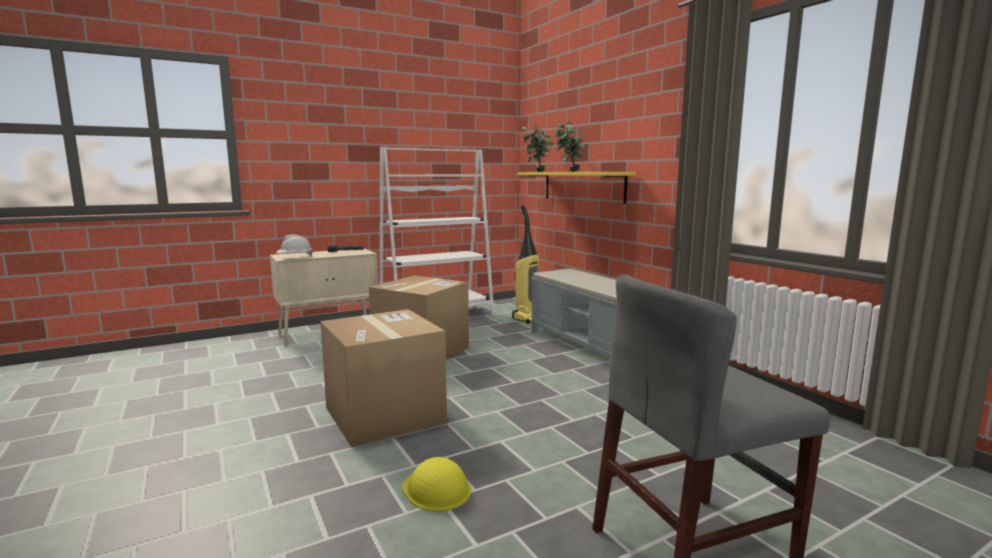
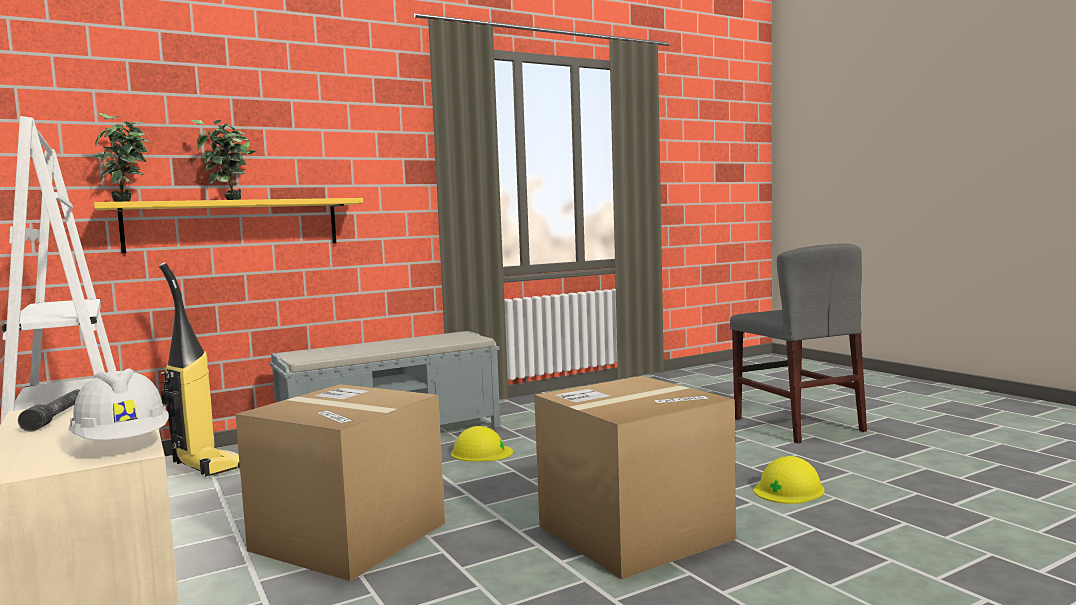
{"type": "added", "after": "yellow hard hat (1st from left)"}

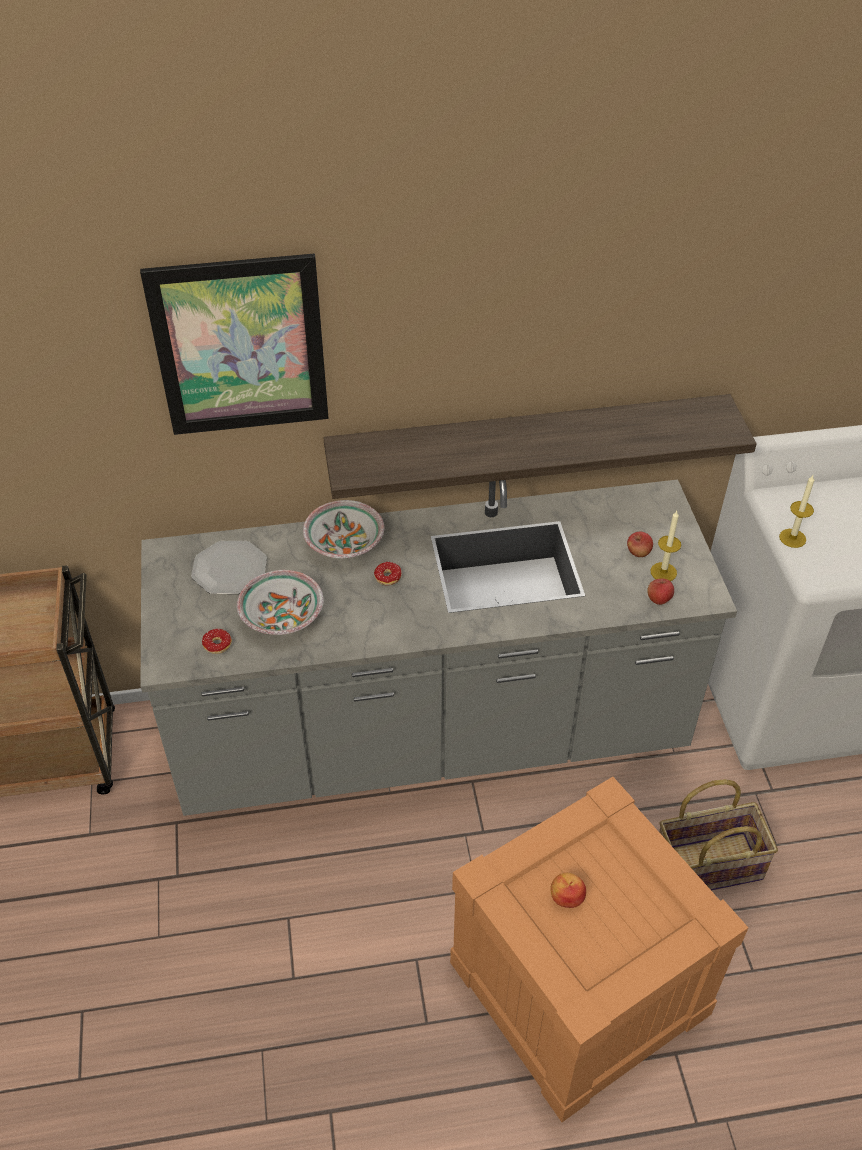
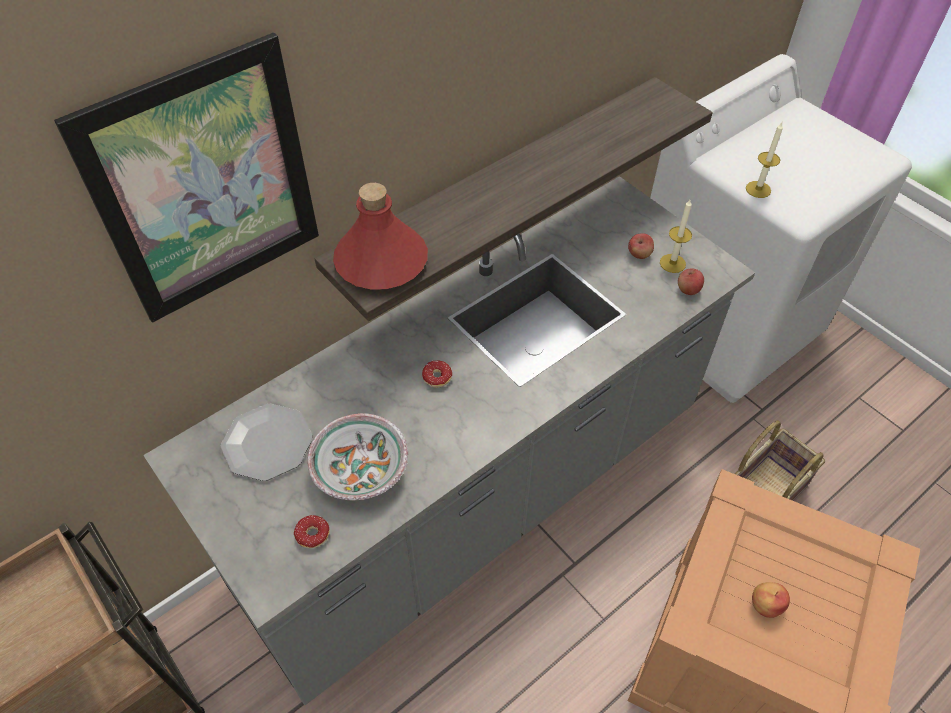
{"type": "removed", "before": "bowl (2nd from left)"}
{"type": "added", "after": "red bottle"}

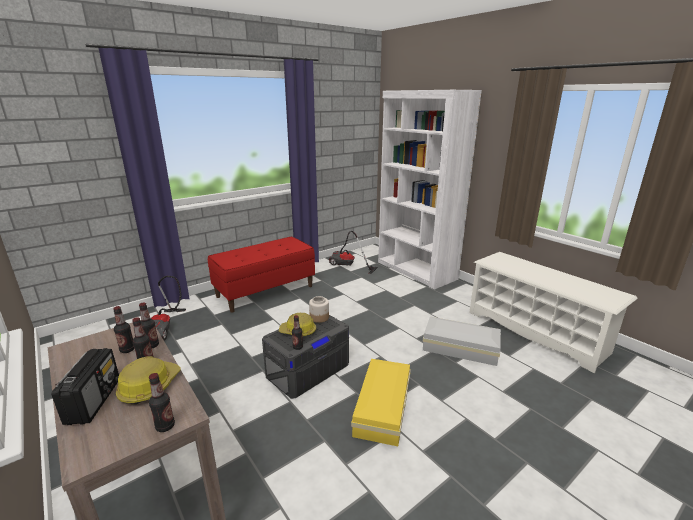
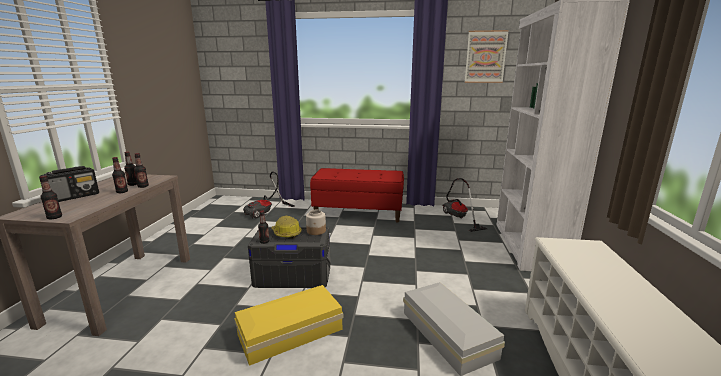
{"type": "removed", "before": "hard hat (1st from left)"}
{"type": "added", "after": "picture"}

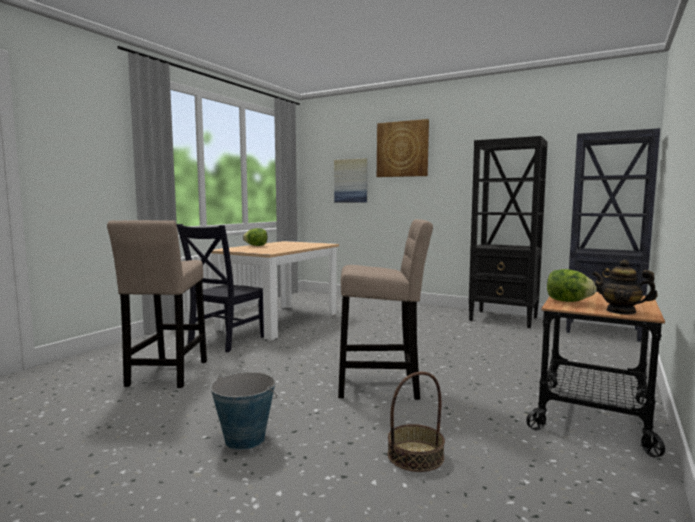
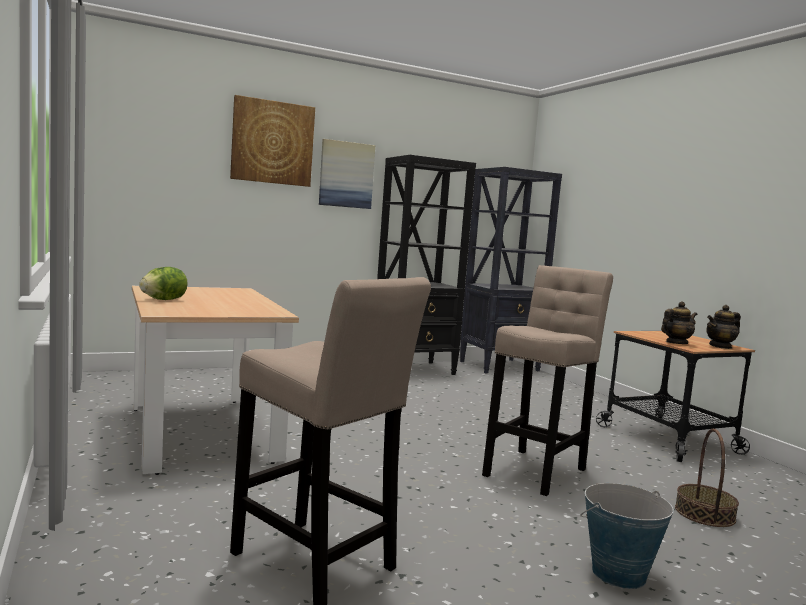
{"type": "removed", "before": "black chair"}
{"type": "moved", "before": "picture (1st from left in the first image)", "after": "picture (2nd from left)"}
{"type": "replaced", "before": "lettuce (2nd from left)", "after": "teapot (1st from left)"}

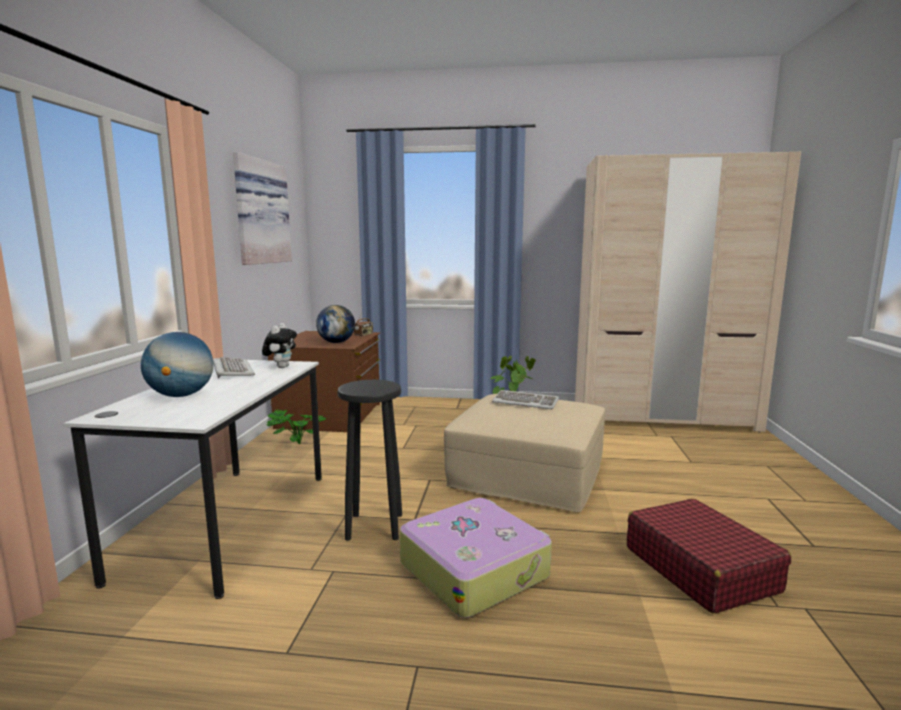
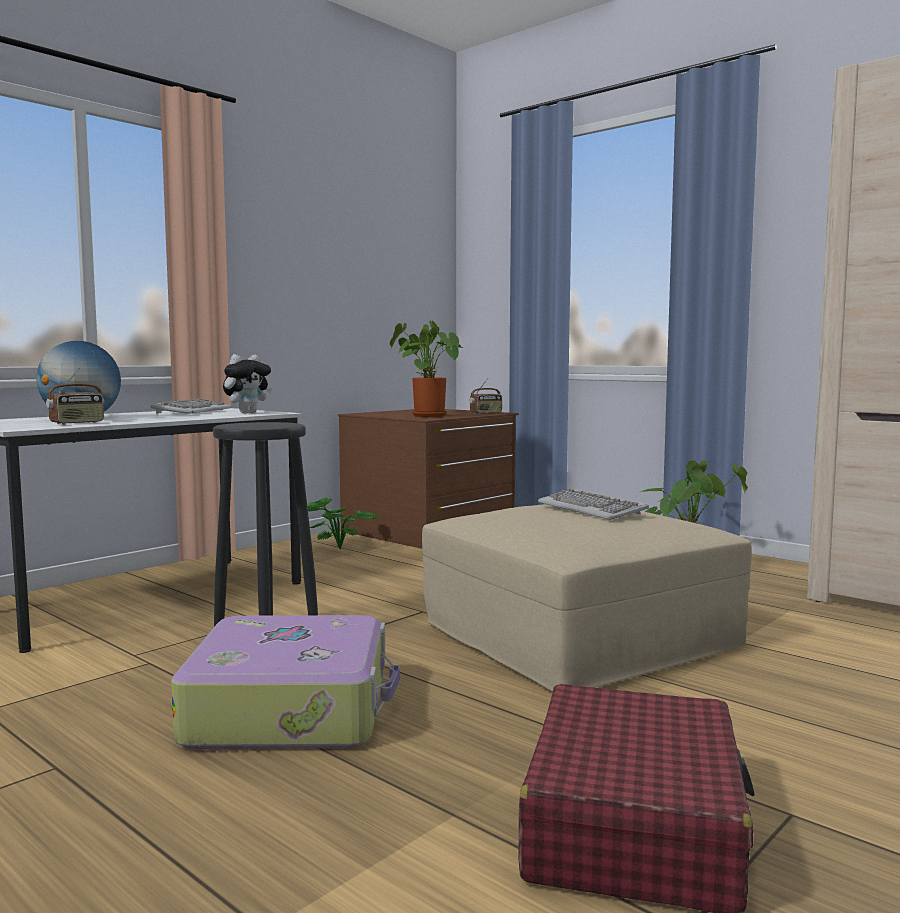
{"type": "removed", "before": "picture"}
{"type": "added", "after": "radio (1st from left)"}
{"type": "replaced", "before": "globe (2nd from left)", "after": "potted plant (2nd from left)"}

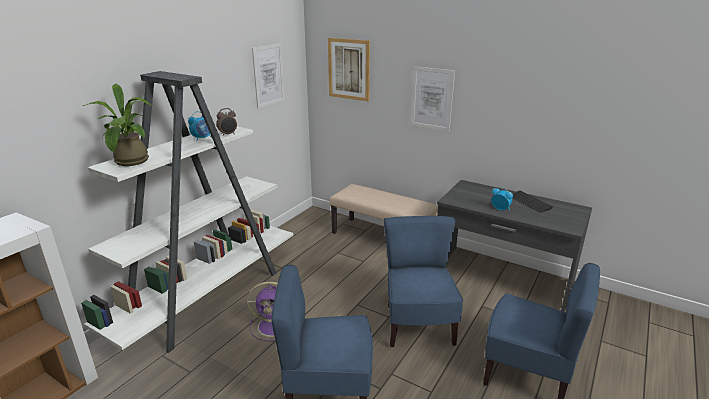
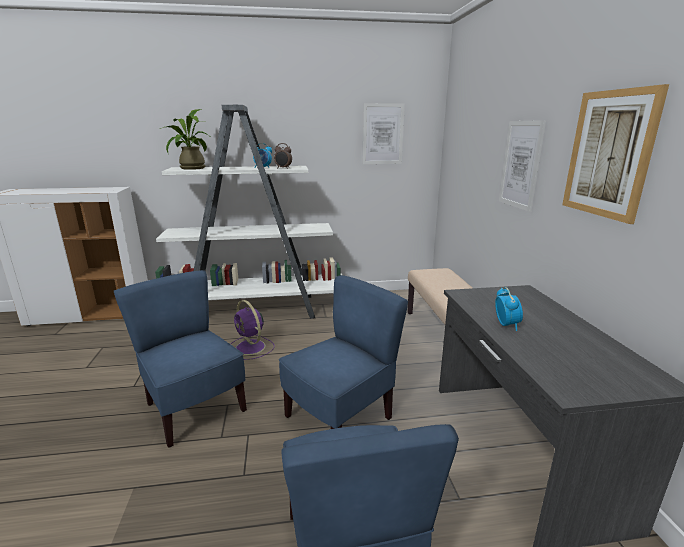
{"type": "removed", "before": "keyboard"}
{"type": "moved", "before": "picture (2nd from left in the first image)", "after": "picture (3rd from left)"}

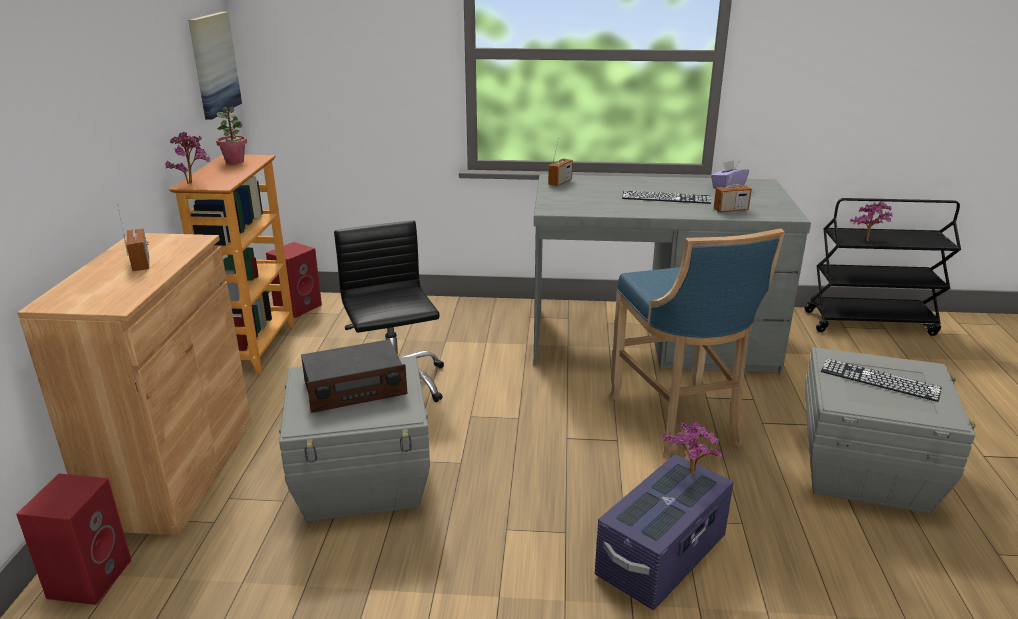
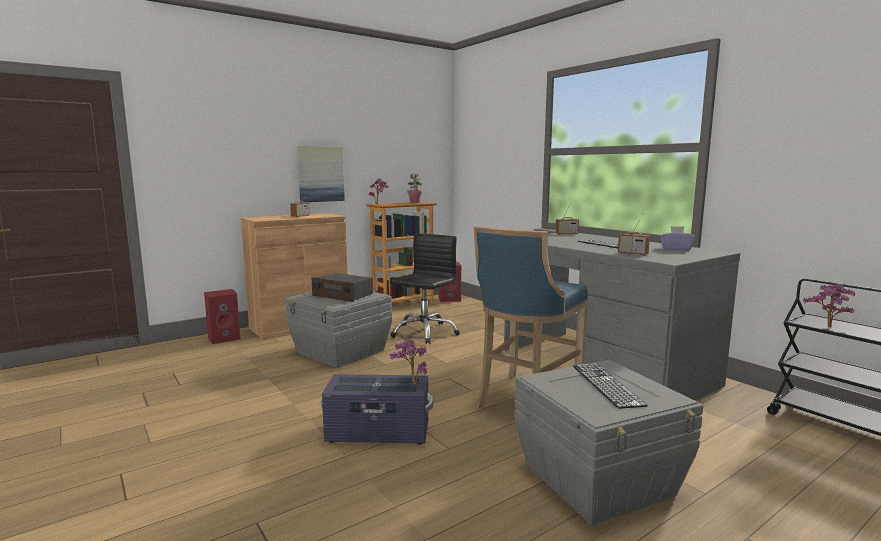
{"type": "moved", "before": "picture"}

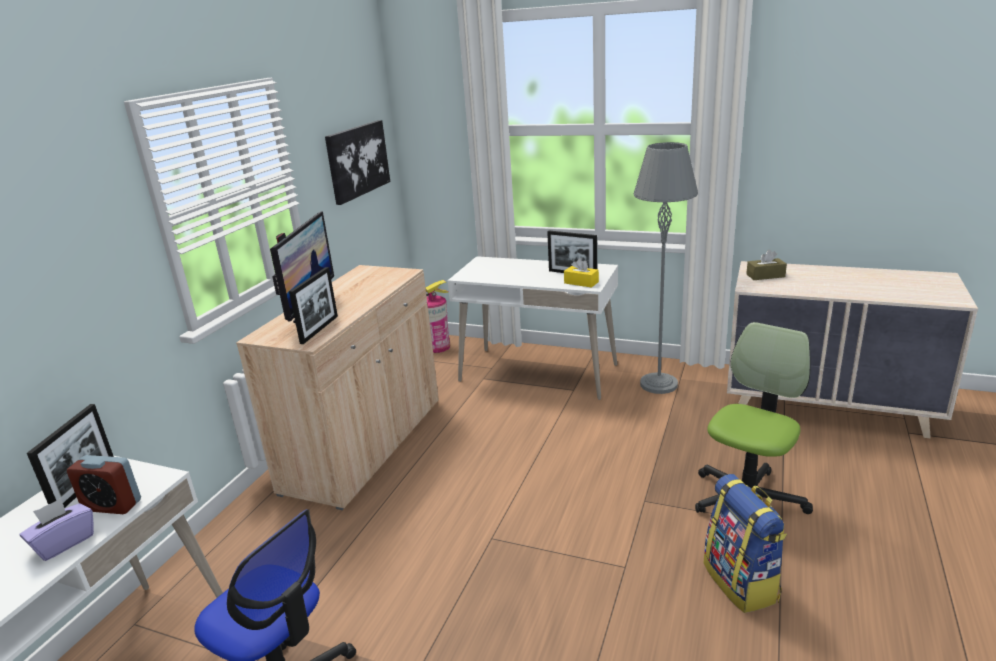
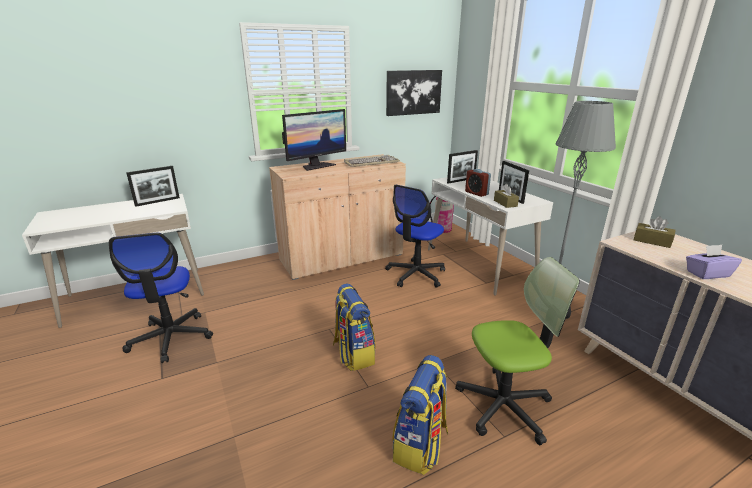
{"type": "added", "after": "backpack (1st from left)"}
{"type": "added", "after": "keyboard"}
{"type": "added", "after": "office chair (2nd from left)"}
{"type": "moved", "before": "purple tissue box"}
{"type": "moved", "before": "alarm clock"}
{"type": "moved", "before": "picture frame (2nd from left)"}
{"type": "recoloured", "before": "yellow tissue box", "after": "brown tissue box (1st from left)"}

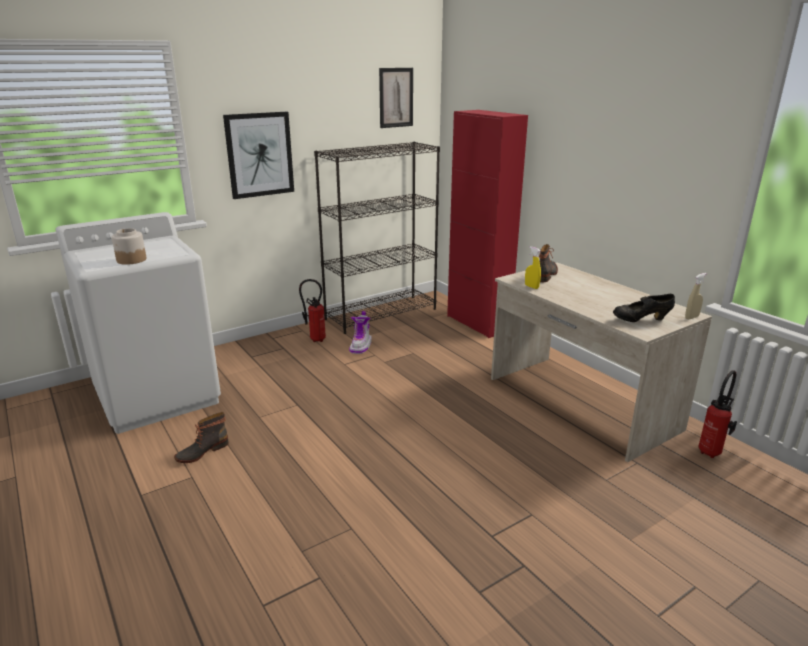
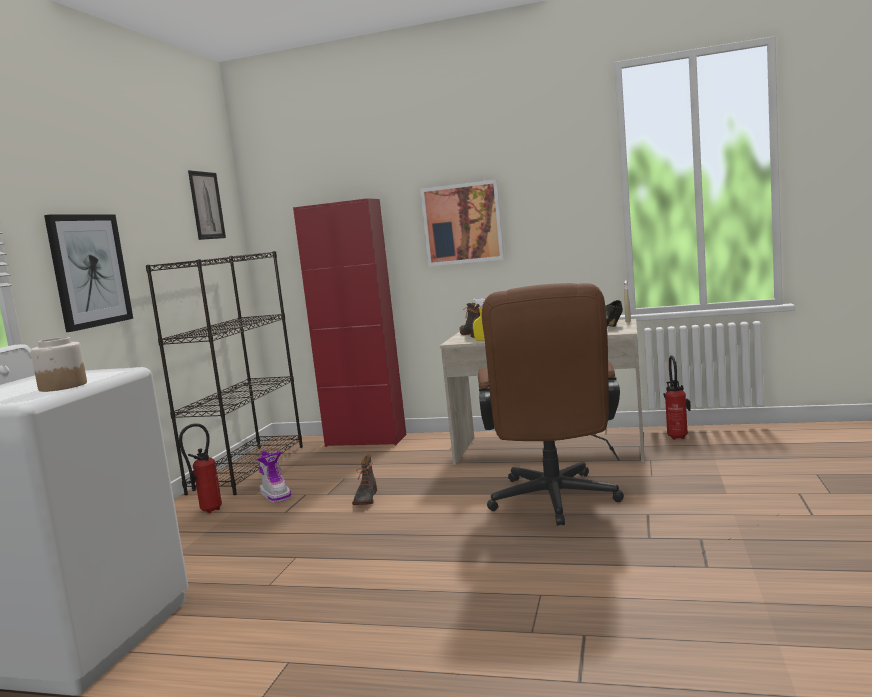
{"type": "added", "after": "picture (3rd from left)"}
{"type": "added", "after": "brown office chair"}
{"type": "moved", "before": "boot (1st from left in the first image)", "after": "boot (2nd from left)"}

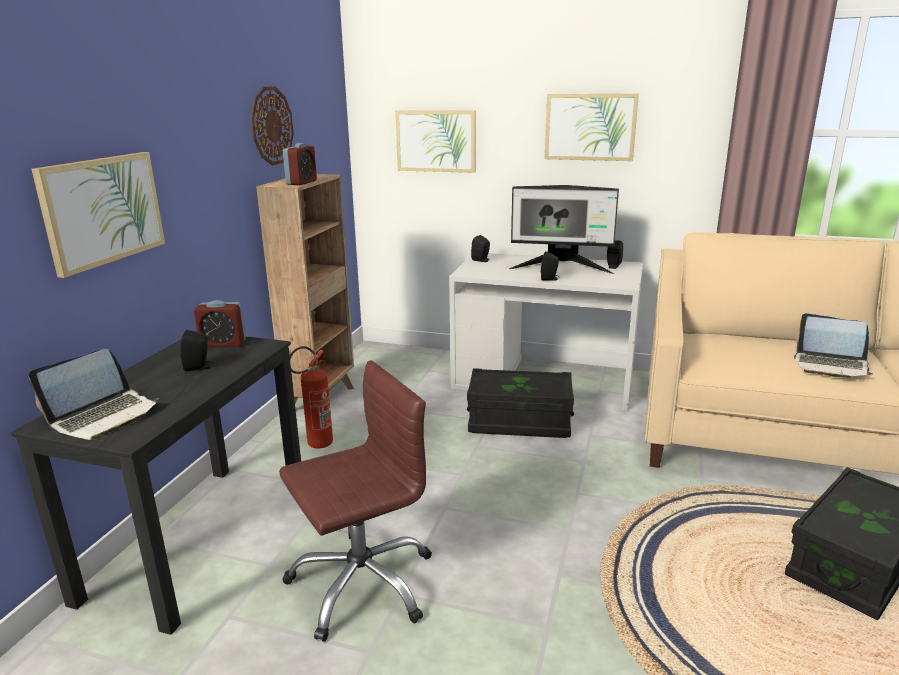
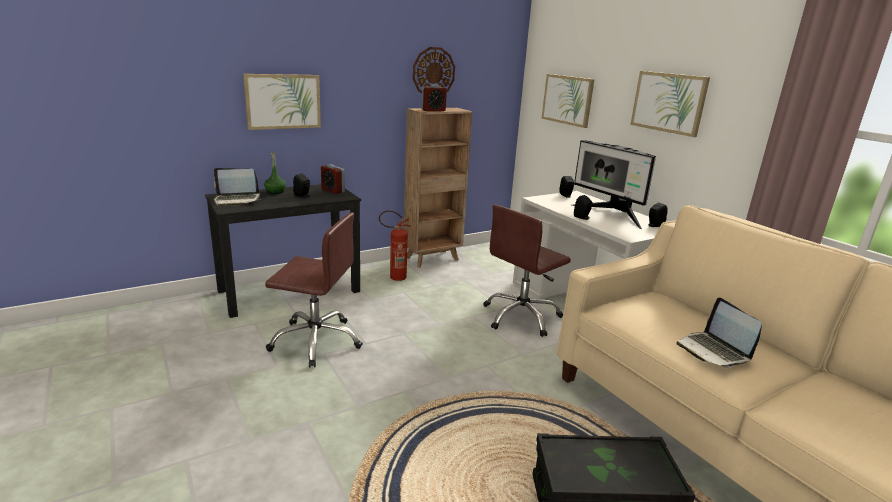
{"type": "added", "after": "green bottle"}
{"type": "replaced", "before": "black storage box (1st from left)", "after": "brown office chair (2nd from left)"}

